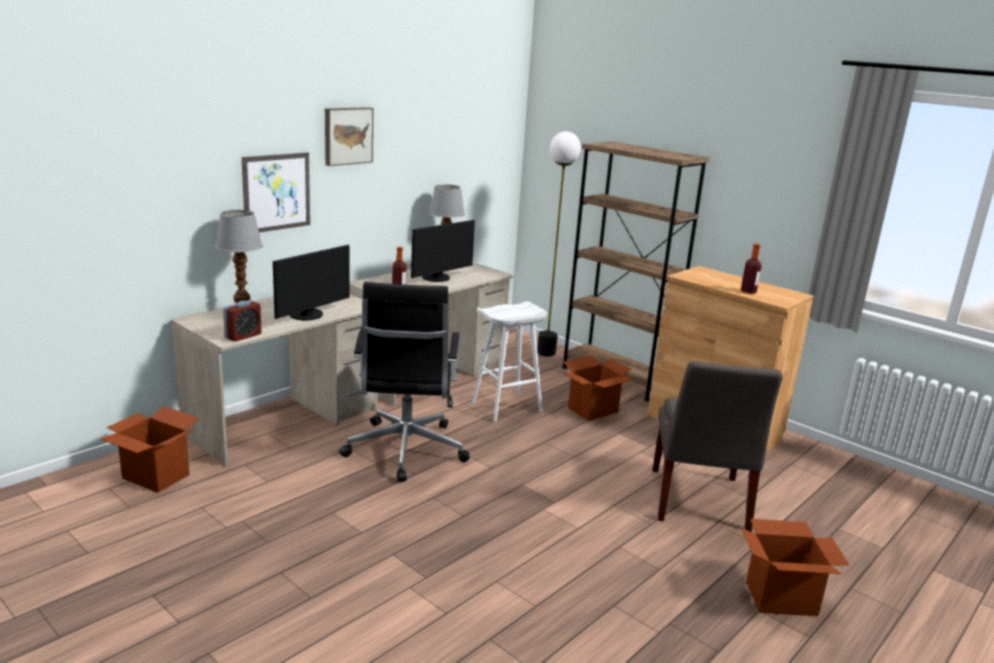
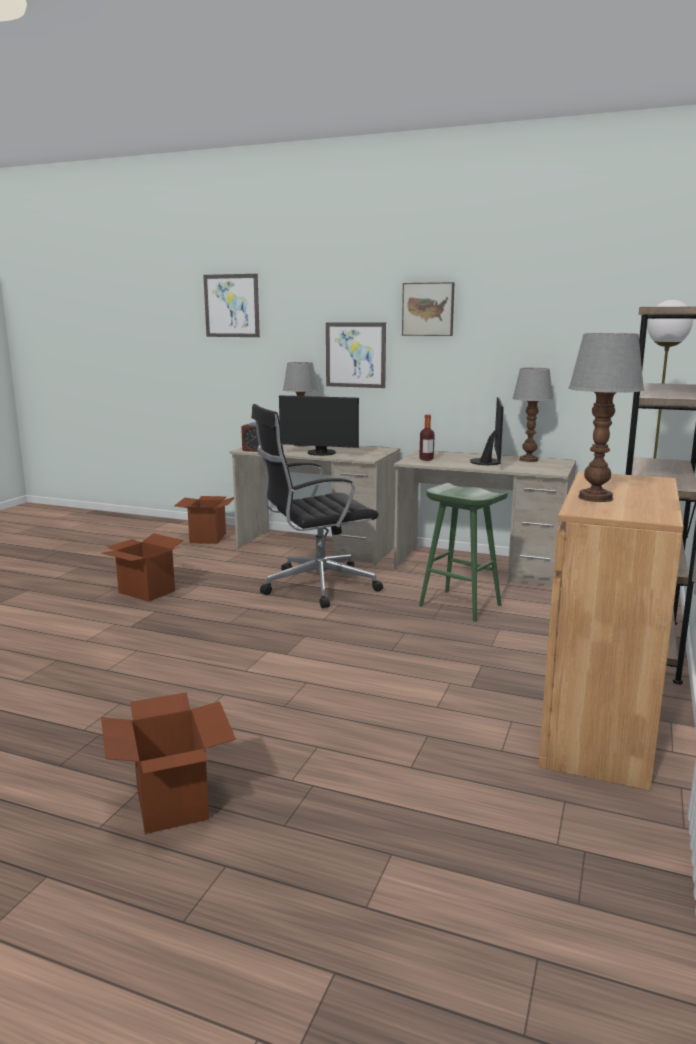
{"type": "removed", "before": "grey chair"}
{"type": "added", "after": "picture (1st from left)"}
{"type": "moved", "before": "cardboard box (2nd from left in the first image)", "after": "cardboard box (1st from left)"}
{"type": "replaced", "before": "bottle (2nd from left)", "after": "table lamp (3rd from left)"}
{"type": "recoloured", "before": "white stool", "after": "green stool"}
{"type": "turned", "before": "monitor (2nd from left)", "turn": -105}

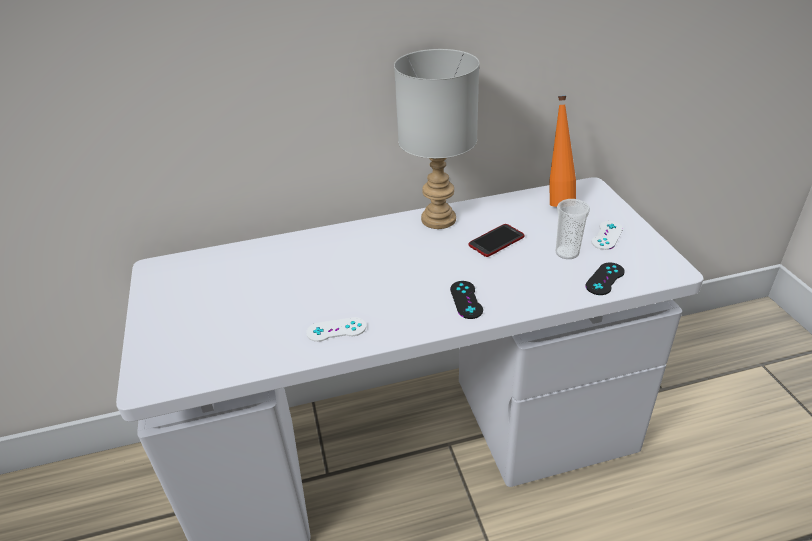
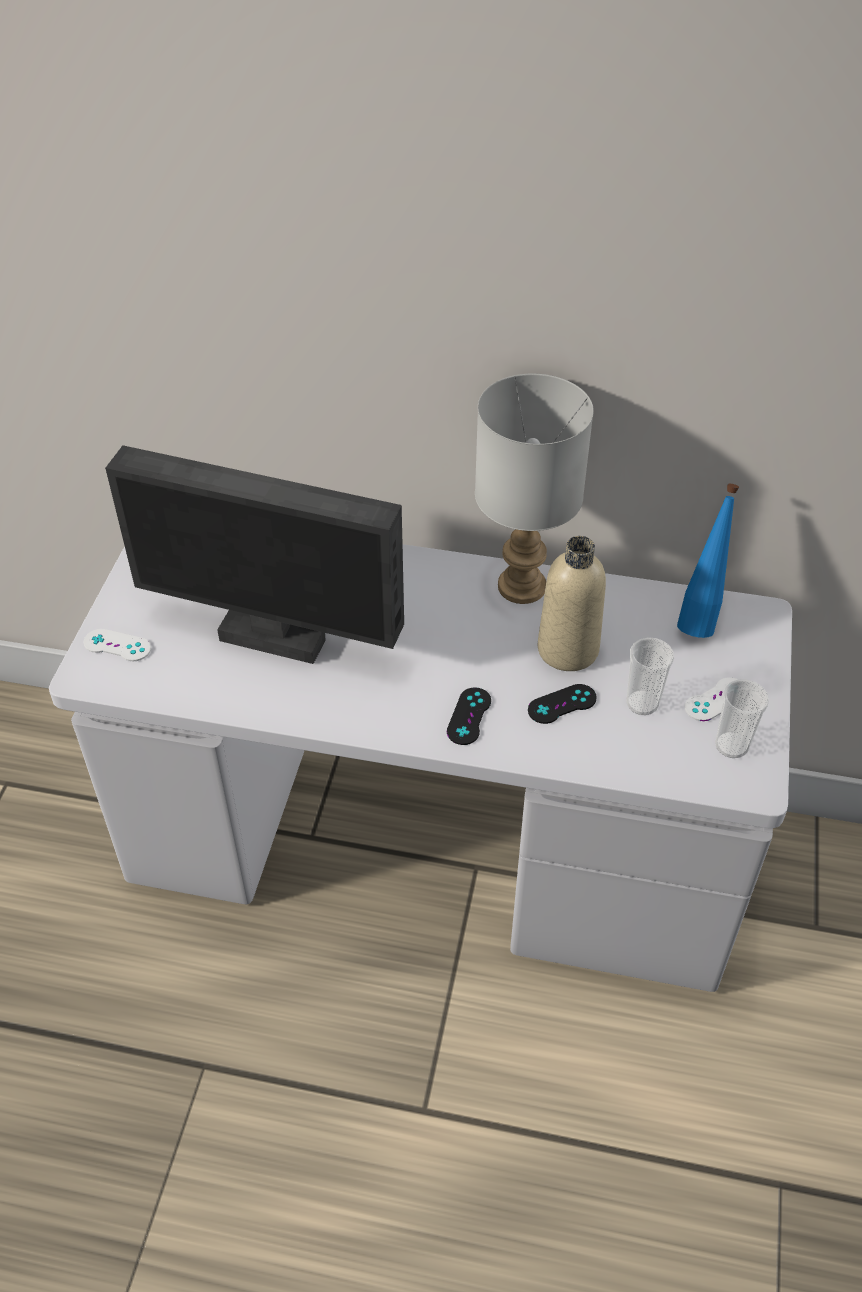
{"type": "added", "after": "monitor"}
{"type": "added", "after": "cup (2nd from left)"}
{"type": "moved", "before": "white game controller (1st from left)"}
{"type": "moved", "before": "black game controller (2nd from left)"}
{"type": "replaced", "before": "phone", "after": "beige bottle"}
{"type": "recoloured", "before": "orange bottle", "after": "blue bottle"}

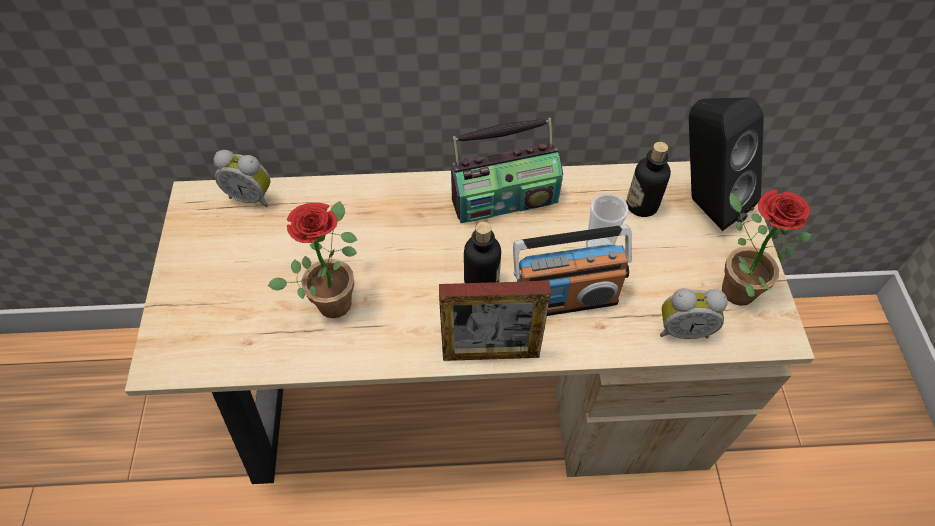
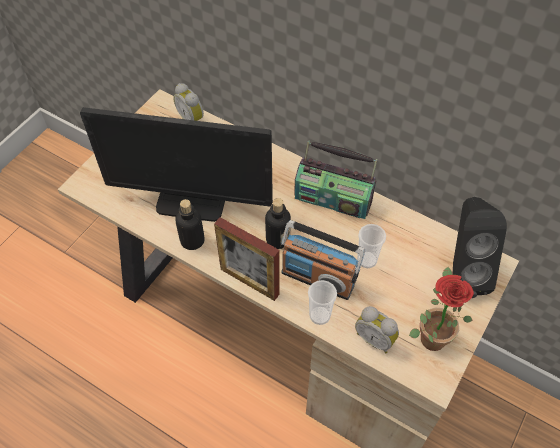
{"type": "added", "after": "cup (1st from left)"}
{"type": "moved", "before": "bottle (2nd from left in the first image)", "after": "bottle (1st from left)"}
{"type": "replaced", "before": "potted plant (1st from left)", "after": "monitor"}

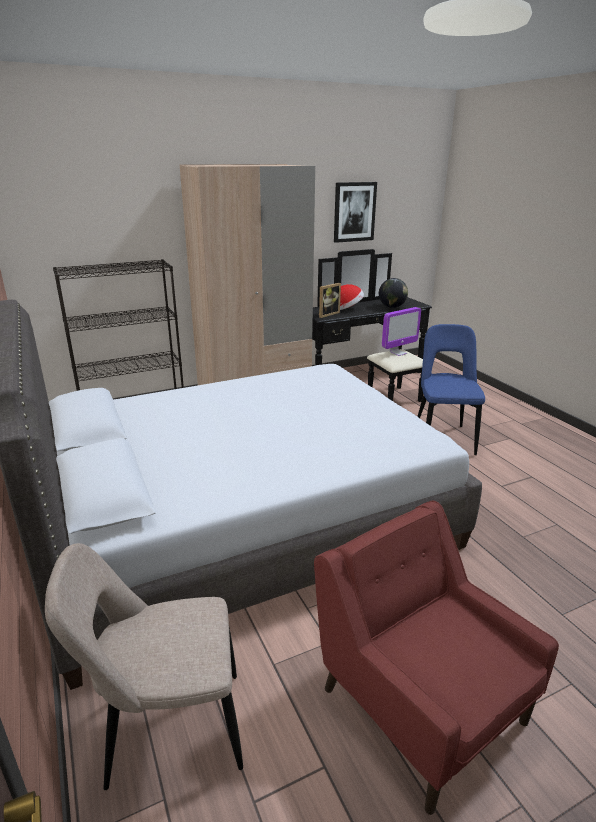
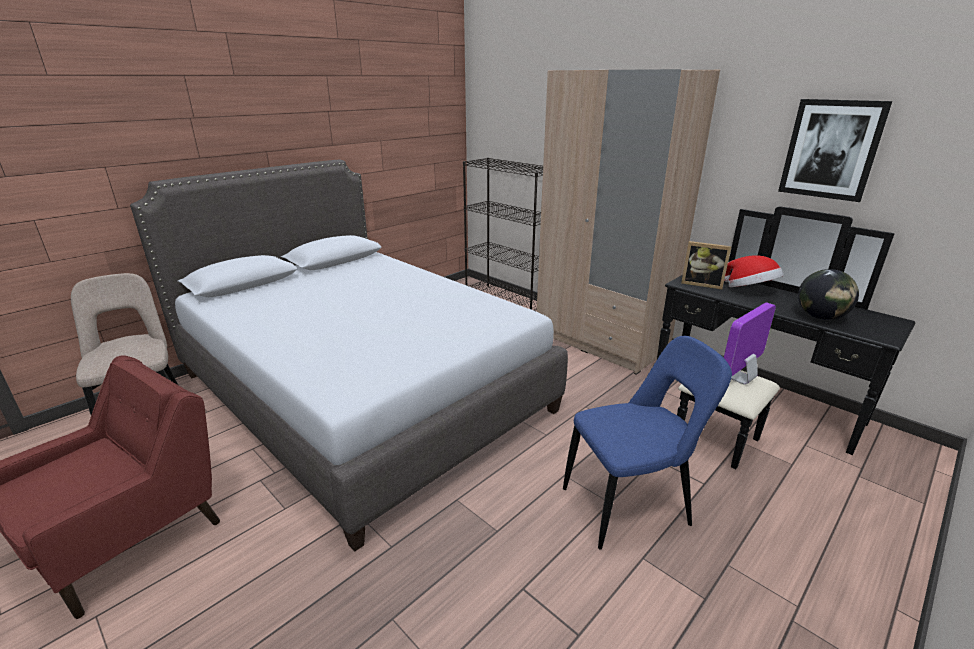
{"type": "turned", "before": "monitor", "turn": 105}

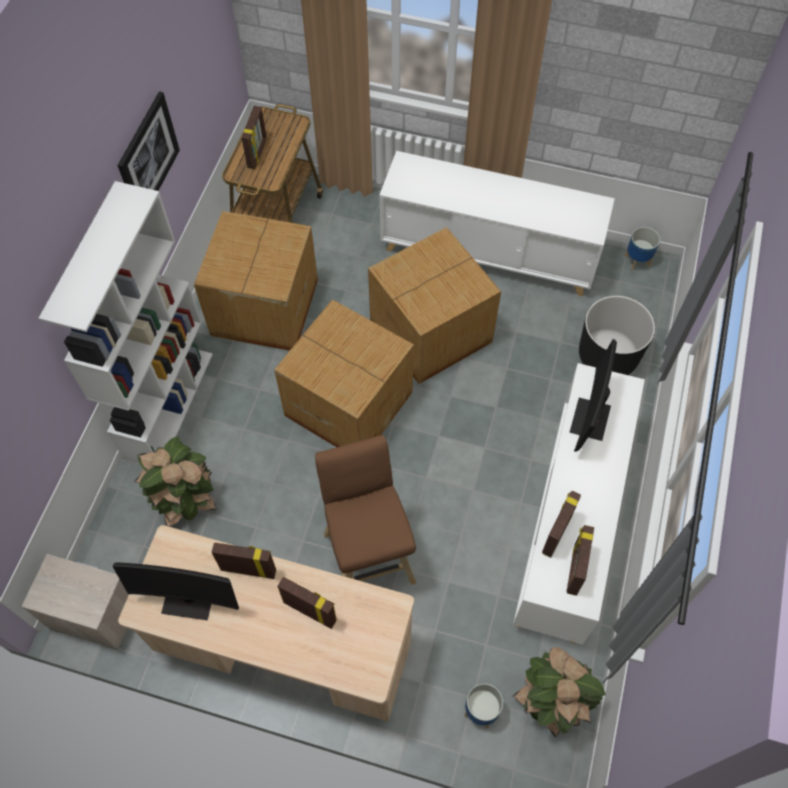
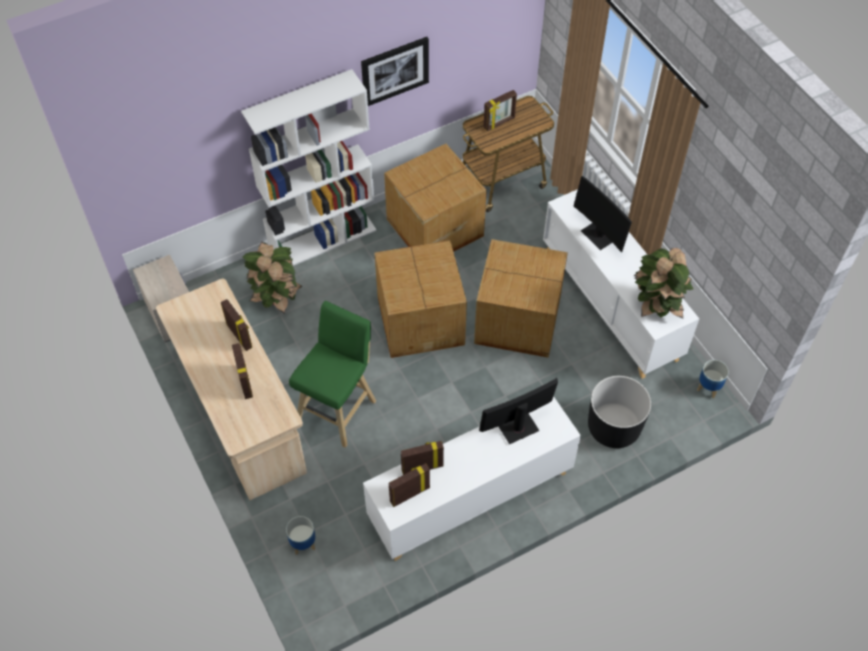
{"type": "moved", "before": "monitor (1st from left in the first image)", "after": "monitor (2nd from left)"}
{"type": "moved", "before": "potted plant (2nd from left)"}
{"type": "recoloured", "before": "brown stool", "after": "green stool"}

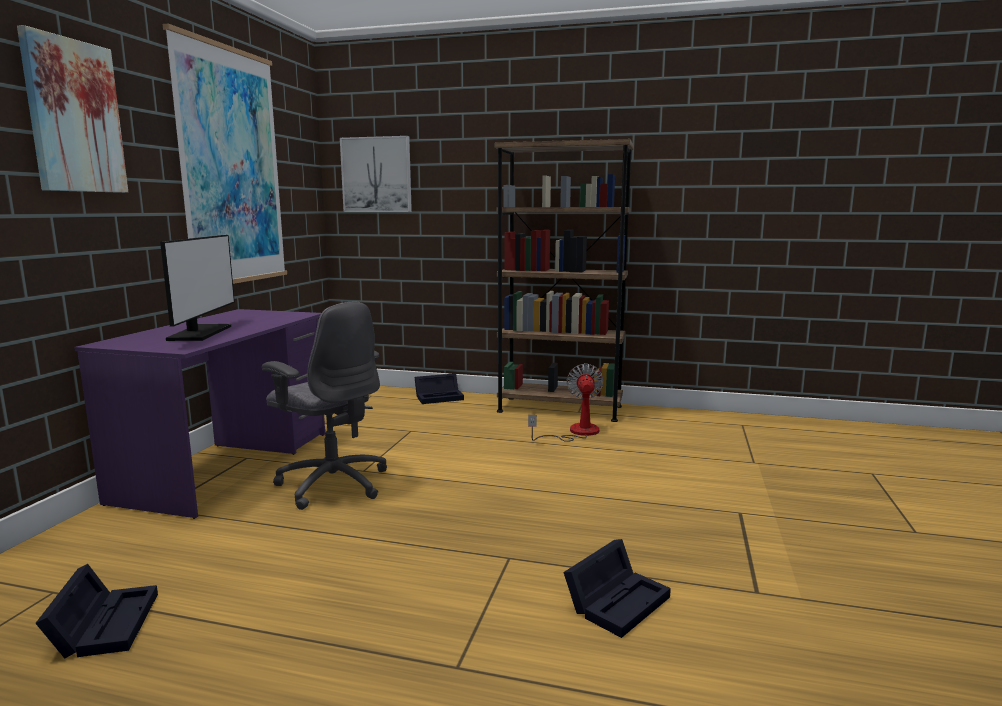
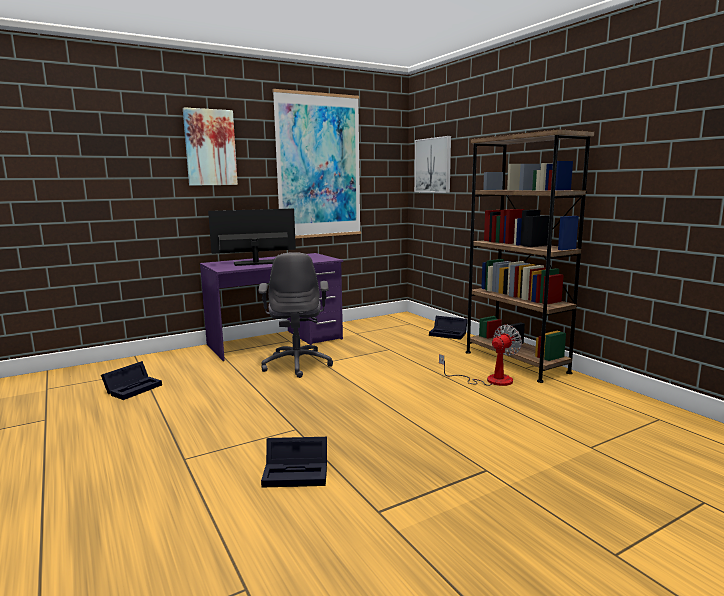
{"type": "turned", "before": "monitor", "turn": -150}

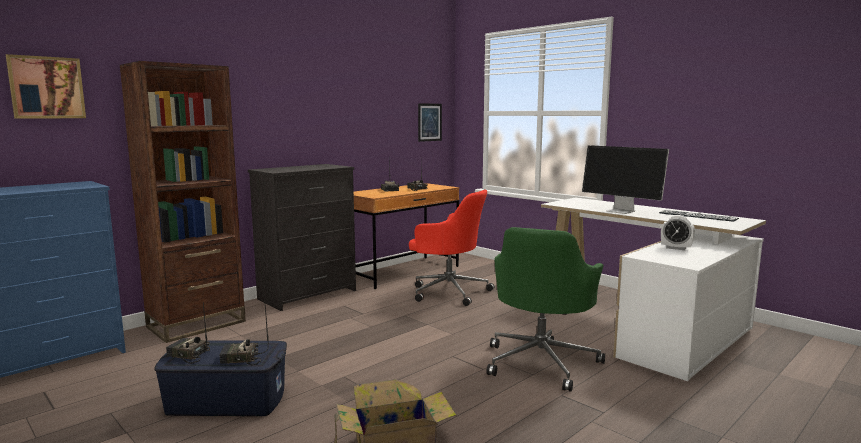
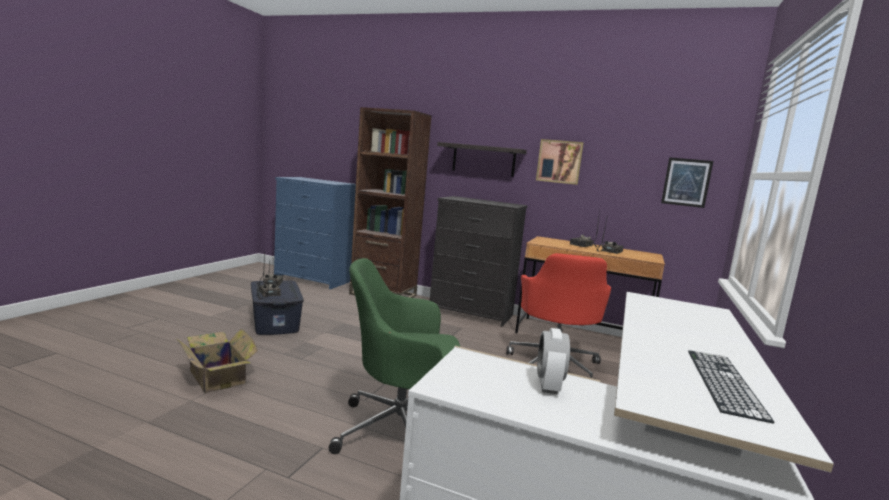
{"type": "removed", "before": "monitor"}
{"type": "added", "after": "shelf"}
{"type": "moved", "before": "picture (1st from left)"}

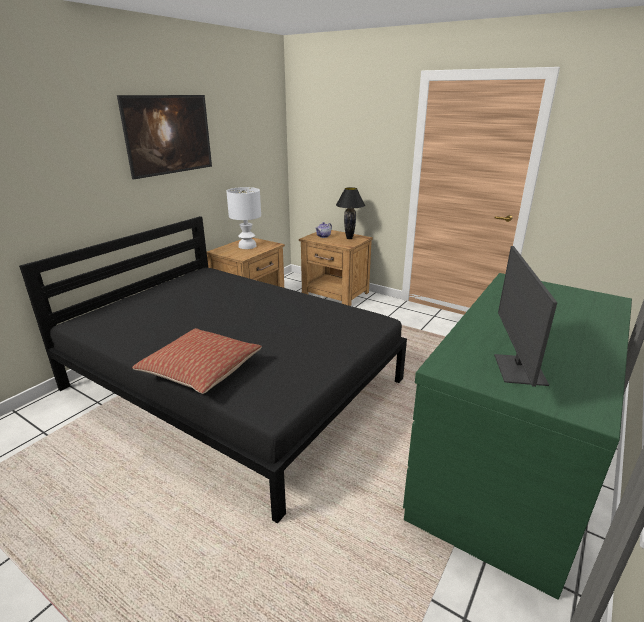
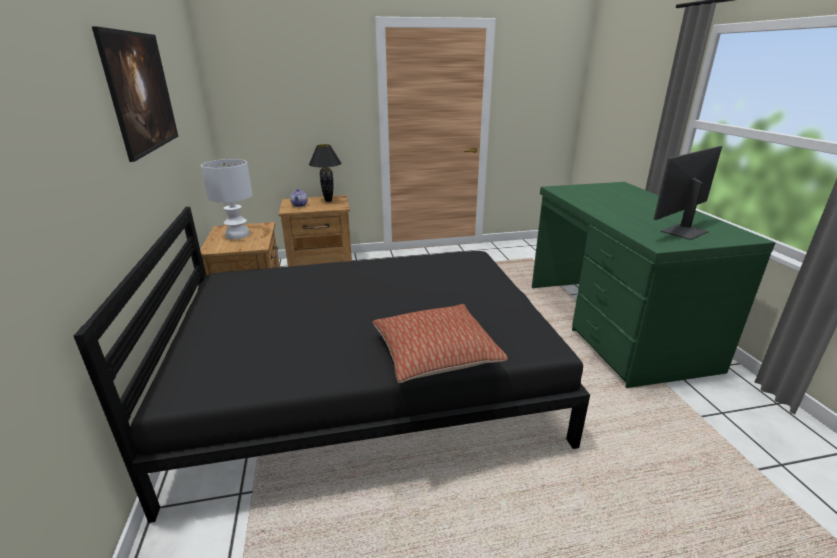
{"type": "turned", "before": "monitor", "turn": 90}

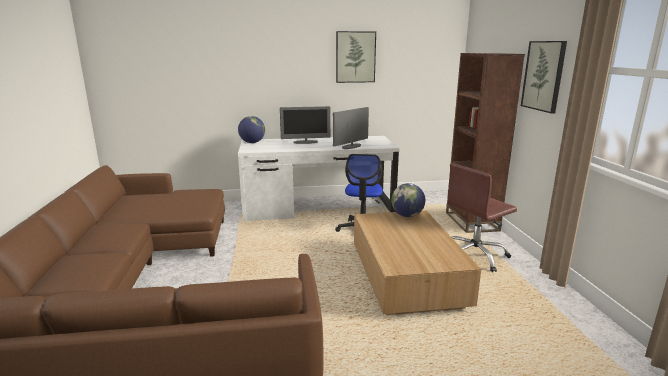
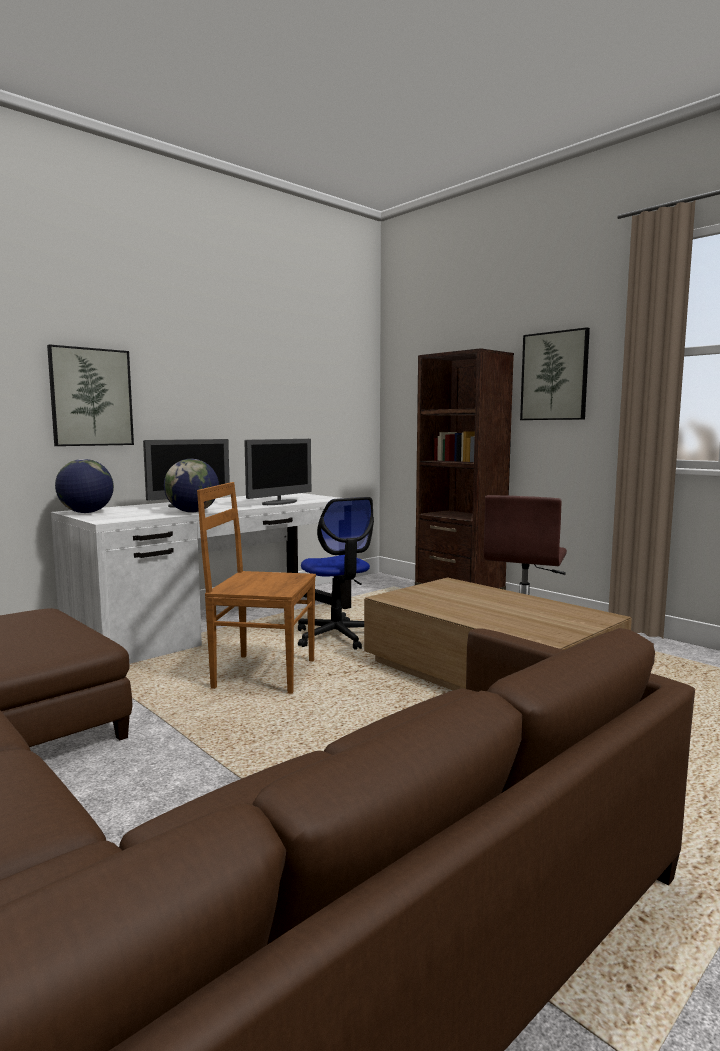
{"type": "added", "after": "brown chair"}
{"type": "moved", "before": "picture (1st from left)"}
{"type": "moved", "before": "globe (2nd from left)"}
{"type": "turned", "before": "monitor (2nd from left)", "turn": -150}

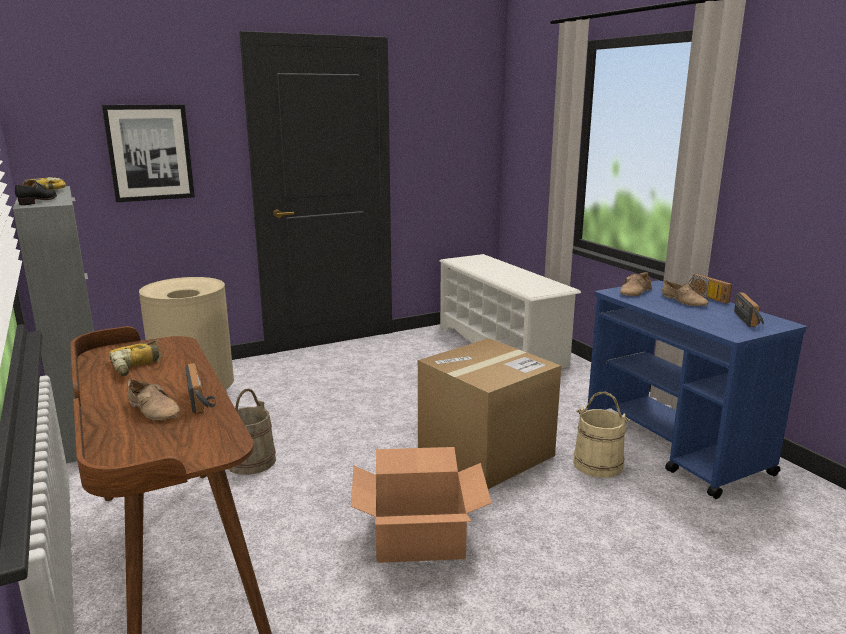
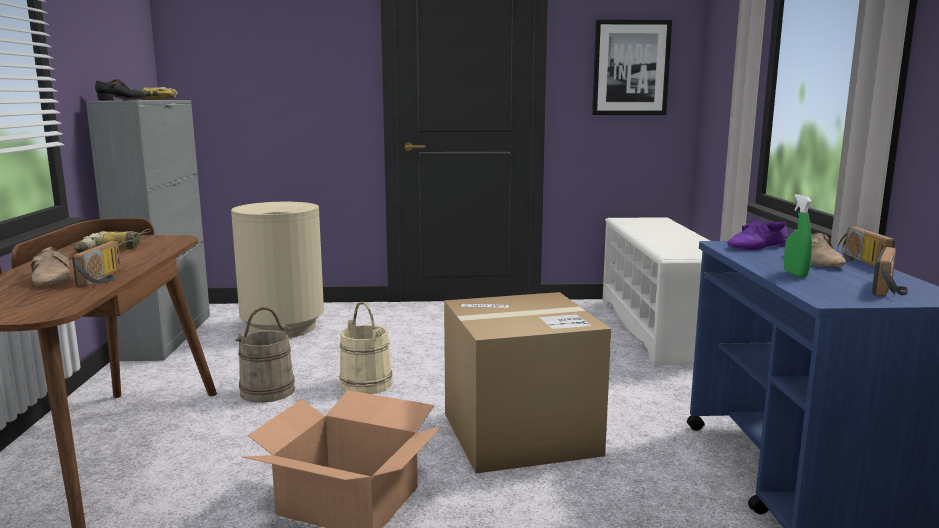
{"type": "added", "after": "green spray bottle"}
{"type": "moved", "before": "picture"}
{"type": "moved", "before": "beige bucket (2nd from left)"}
{"type": "recoloured", "before": "beige shoe (2nd from left)", "after": "purple shoe"}

